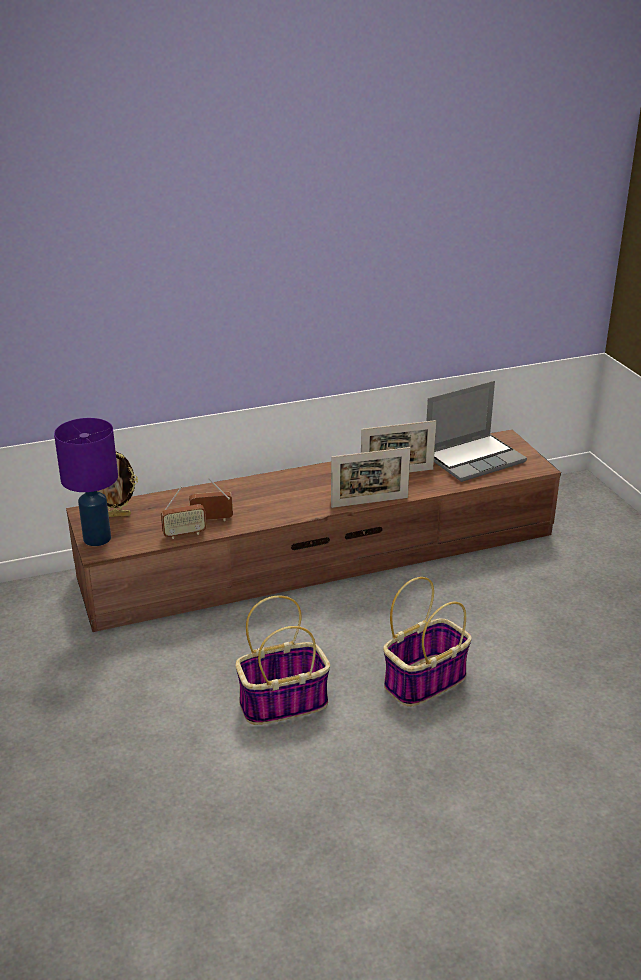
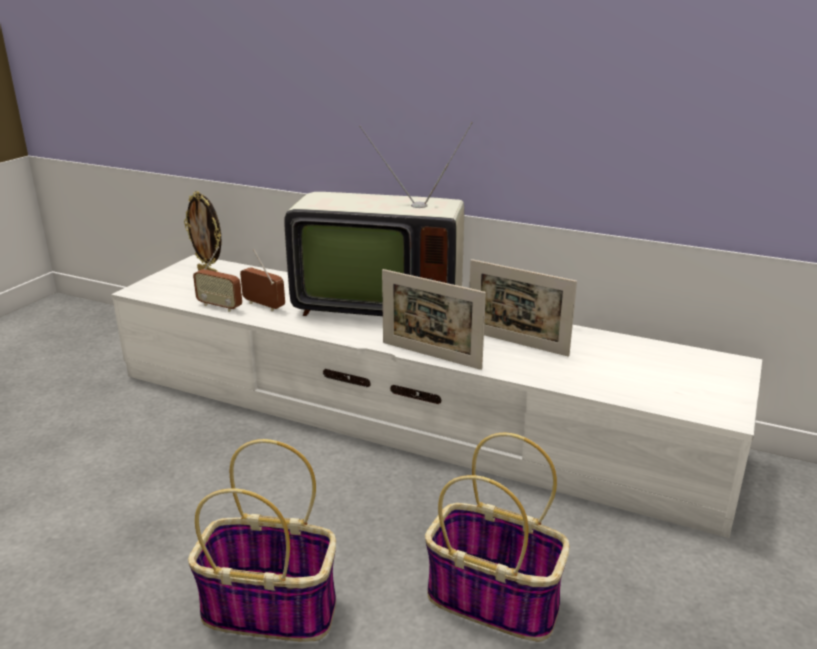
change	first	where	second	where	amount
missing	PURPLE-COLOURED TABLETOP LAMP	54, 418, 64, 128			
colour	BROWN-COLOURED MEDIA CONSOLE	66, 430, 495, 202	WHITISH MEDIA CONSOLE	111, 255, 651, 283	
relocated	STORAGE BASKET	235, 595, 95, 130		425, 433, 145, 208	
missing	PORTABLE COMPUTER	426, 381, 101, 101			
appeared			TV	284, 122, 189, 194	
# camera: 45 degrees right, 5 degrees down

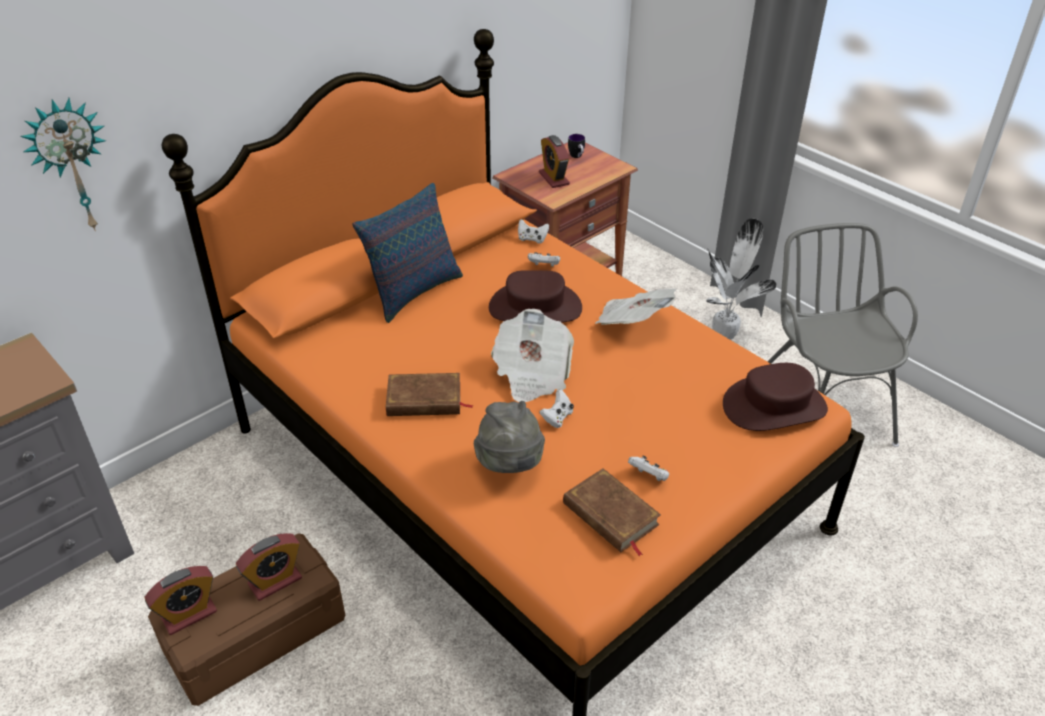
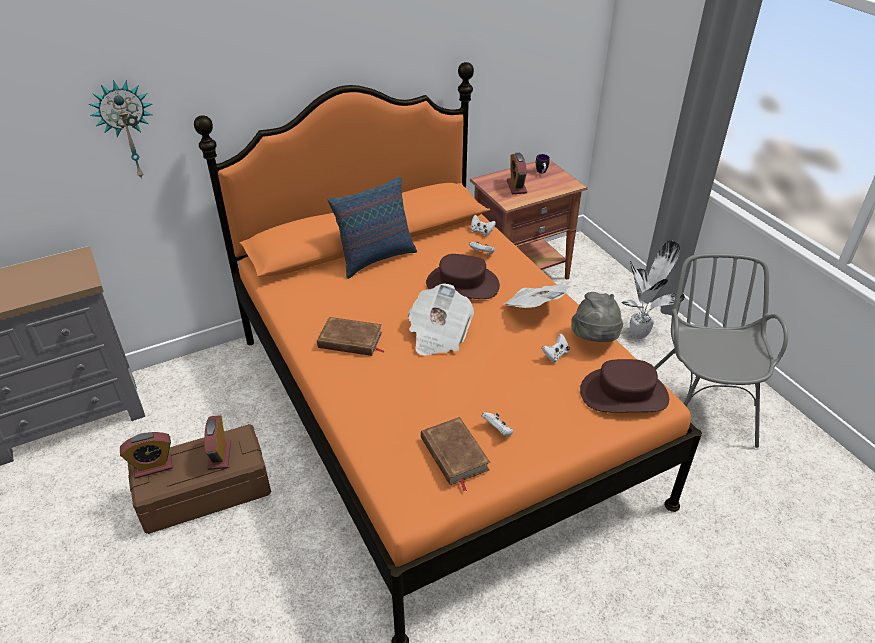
change	first	where	second	where	amount
spun	ALARM CLOCK	236, 533, 66, 68		204, 415, 27, 55	105 degrees clockwise
relocated	GREYISH WEARABLE HAT	474, 401, 71, 72		571, 292, 52, 50	
relocated	WHITISH GAME CONTROLLER	539, 389, 35, 39		542, 333, 28, 29	
# camera: 15 degrees right, 0 degrees up

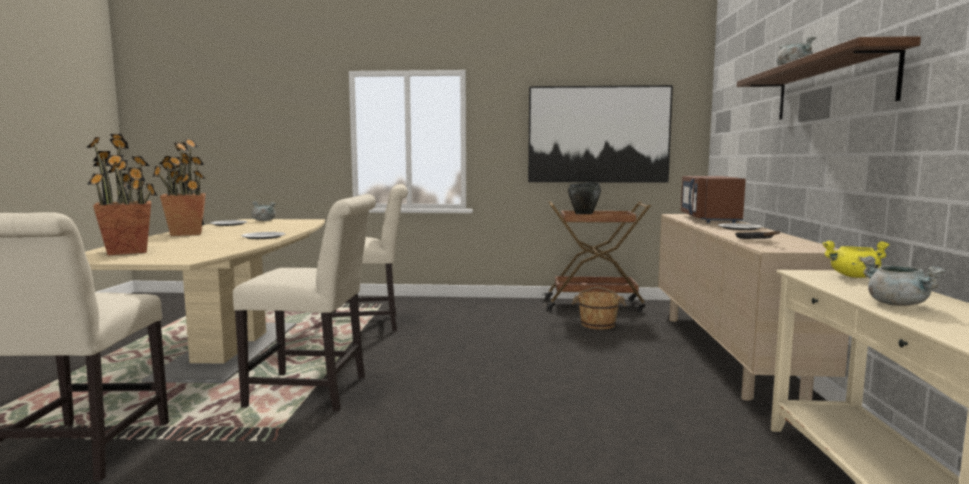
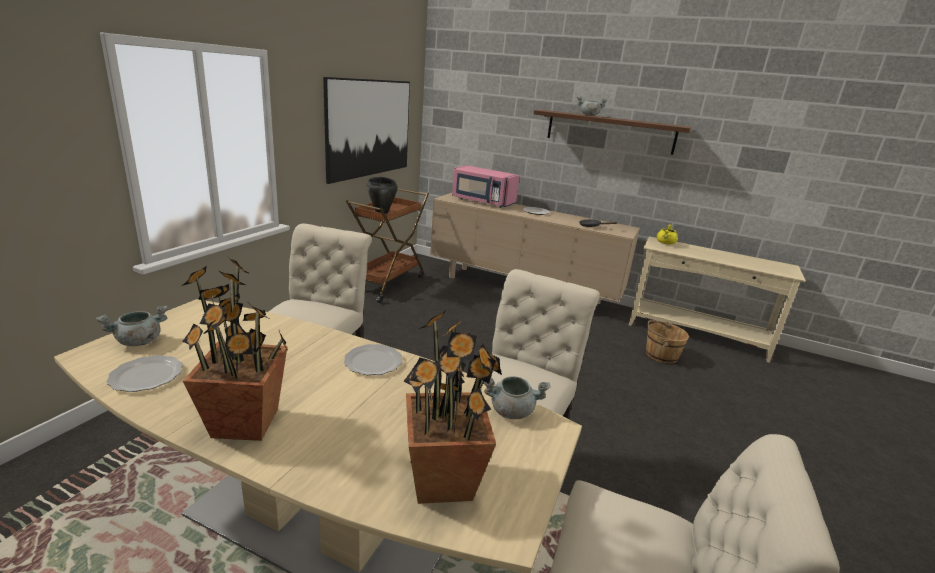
change	first	where	second	where	amount
relocated	BROWN-COLOURED WATER BUCKET	572, 286, 54, 43		646, 320, 43, 44	
colour	BROWN-COLOURED MICROWAVE	681, 176, 65, 47	PINK MICROWAVE	452, 165, 68, 43	
relocated	GREYISH SAUCEPOT	860, 256, 86, 50		484, 377, 66, 42	
# camera: 70 degrees left, 15 degrees up

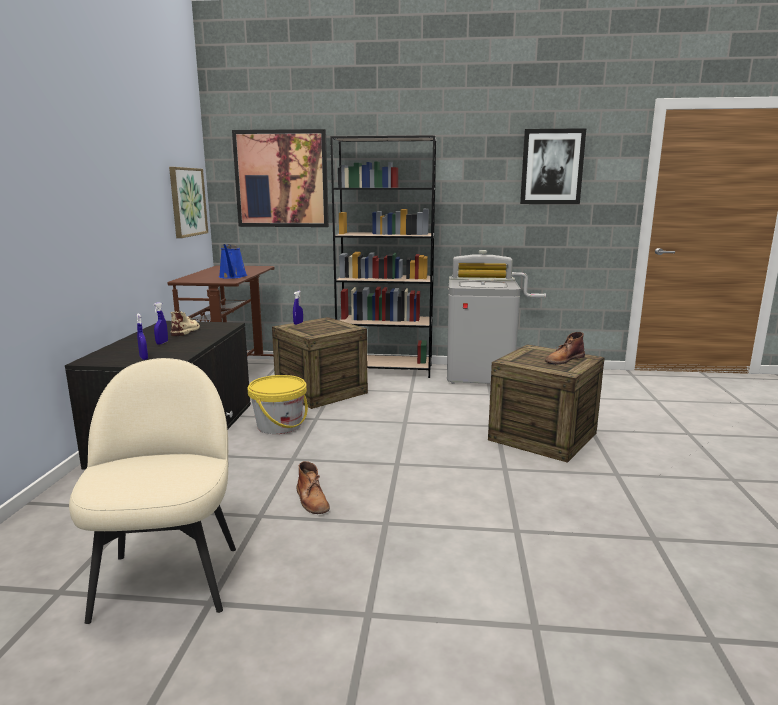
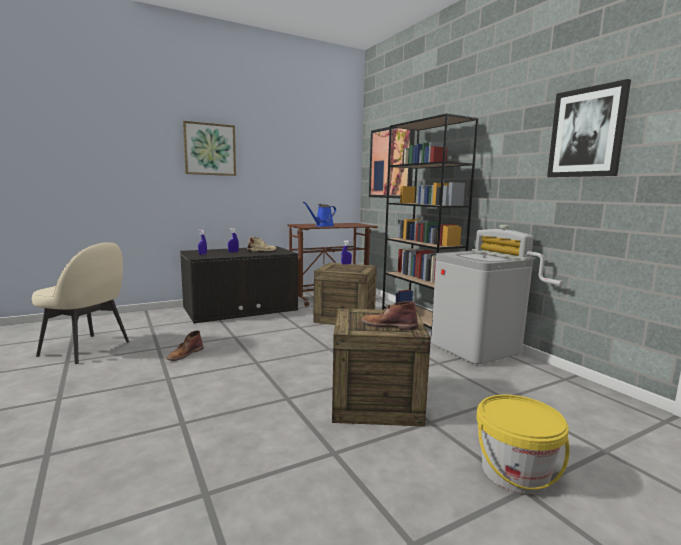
change	first	where	second	where	amount
spun	BEIGE-COLOURED UPRIGHT CHAIR	69, 358, 167, 266		32, 242, 97, 122	60 degrees clockwise
relocated	WALL ART	169, 167, 39, 71		183, 121, 53, 55	
relocated	YELLOW WATER BUCKET	248, 375, 60, 59		477, 395, 93, 99	
# camera: 55 degrees right, 5 degrees down

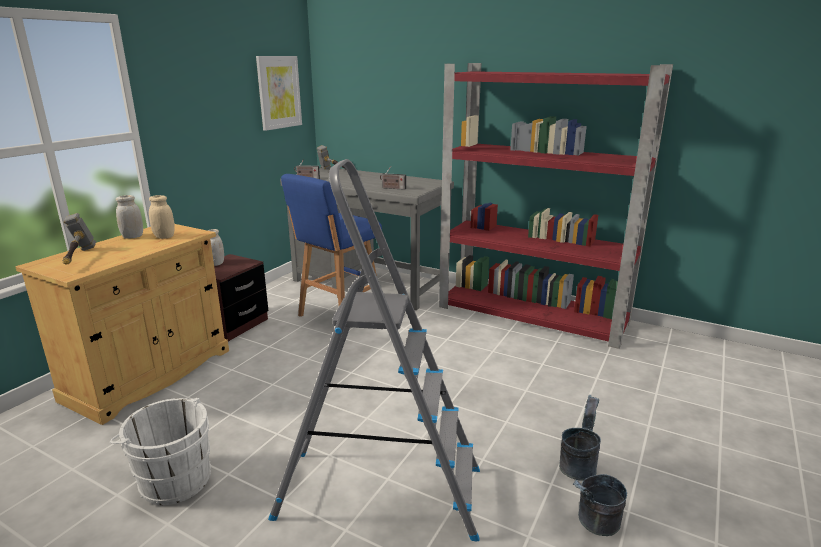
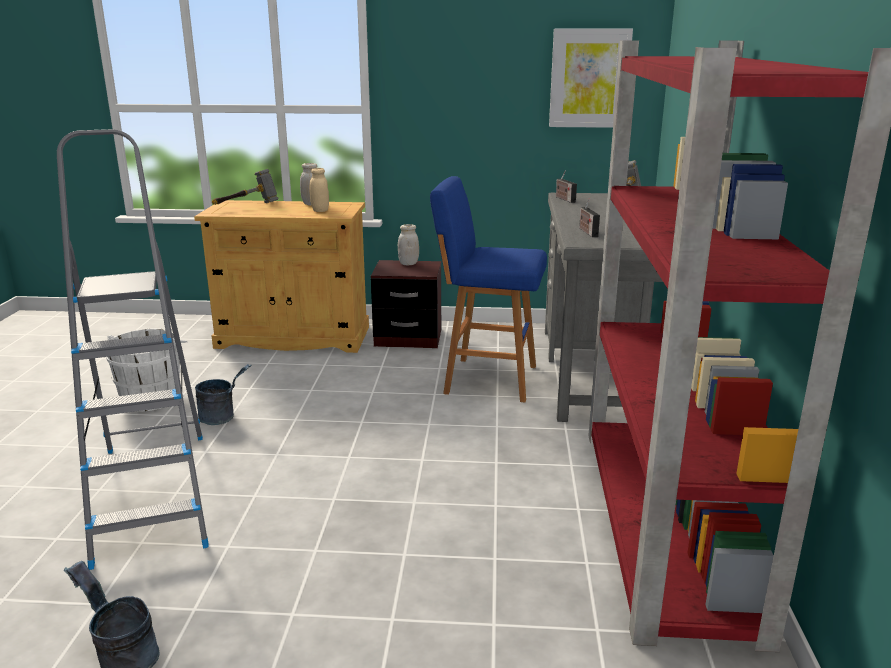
change	first	where	second	where	amount
relocated	GREYISH WATER BUCKET	559, 395, 42, 86		195, 364, 56, 61	
# camera: 65 degrees right, 0 degrees up

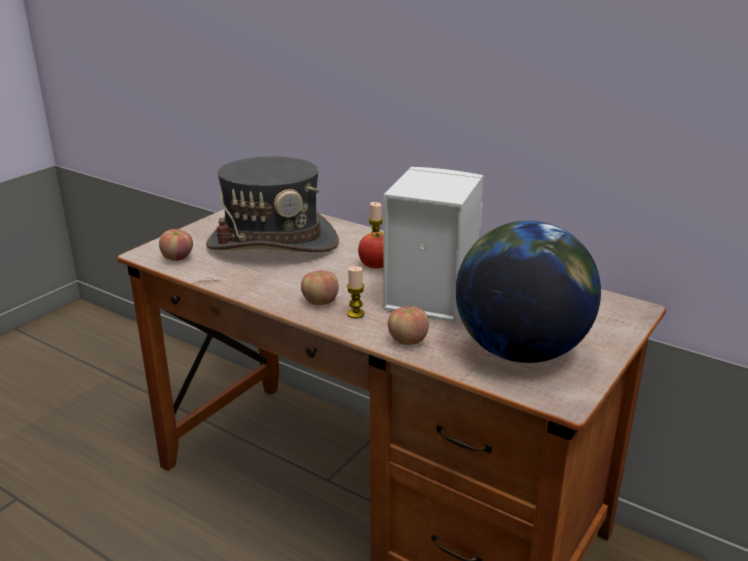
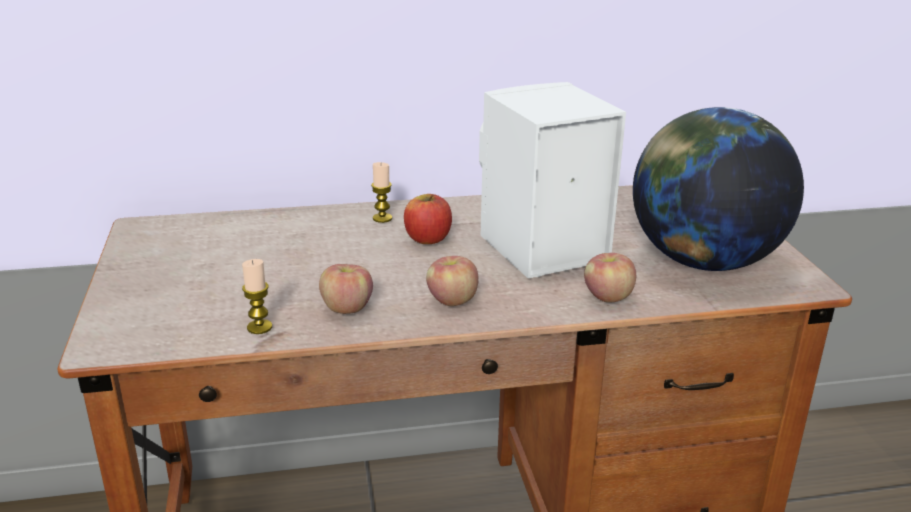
change	first	where	second	where	amount
relocated	WHOLE APPLE	159, 229, 34, 32		319, 264, 54, 50	
missing	GREYISH WEARABLE HAT	206, 156, 133, 96			
relocated	CANDLE	347, 266, 18, 52		242, 259, 30, 75	
# camera: 45 degrees left, 0 degrees up

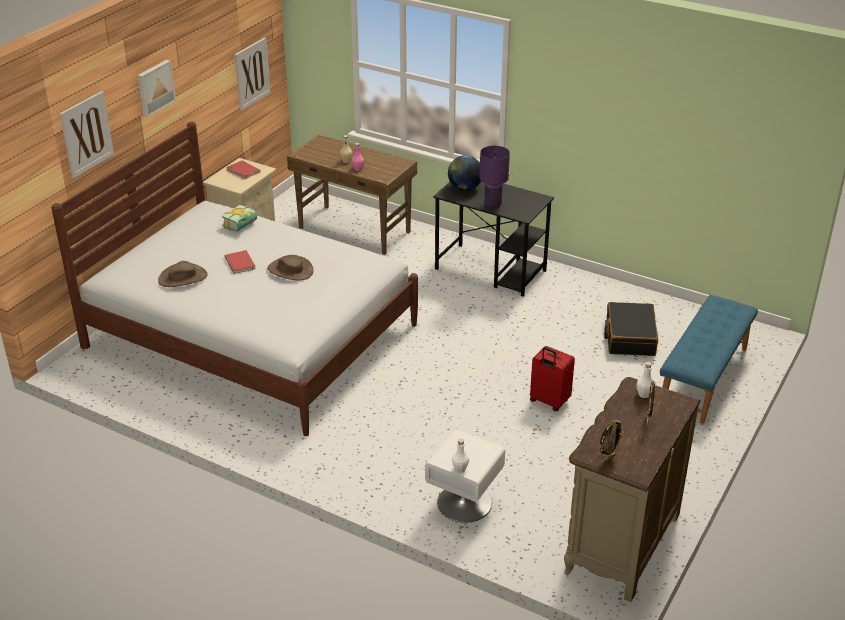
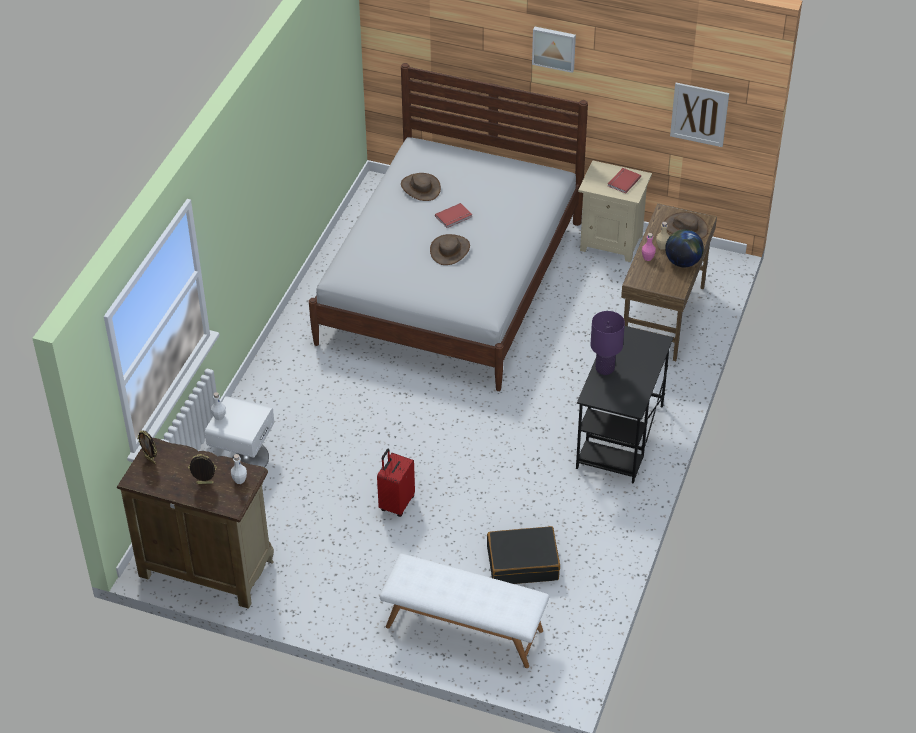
change	first	where	second	where	amount
missing	WALL ART	60, 91, 54, 87			
missing	VOLUME	222, 205, 35, 27			
relocated	DESK GLOBE	448, 155, 33, 36		665, 229, 39, 38	
colour	BLUE-COLOURED BENCH	660, 295, 98, 129	WHITISH BENCH	380, 554, 169, 114	
appeared			BROWN-COLOURED WEARABLE HAT	663, 212, 45, 27	
# camera: 80 degrees right, 10 degrees up

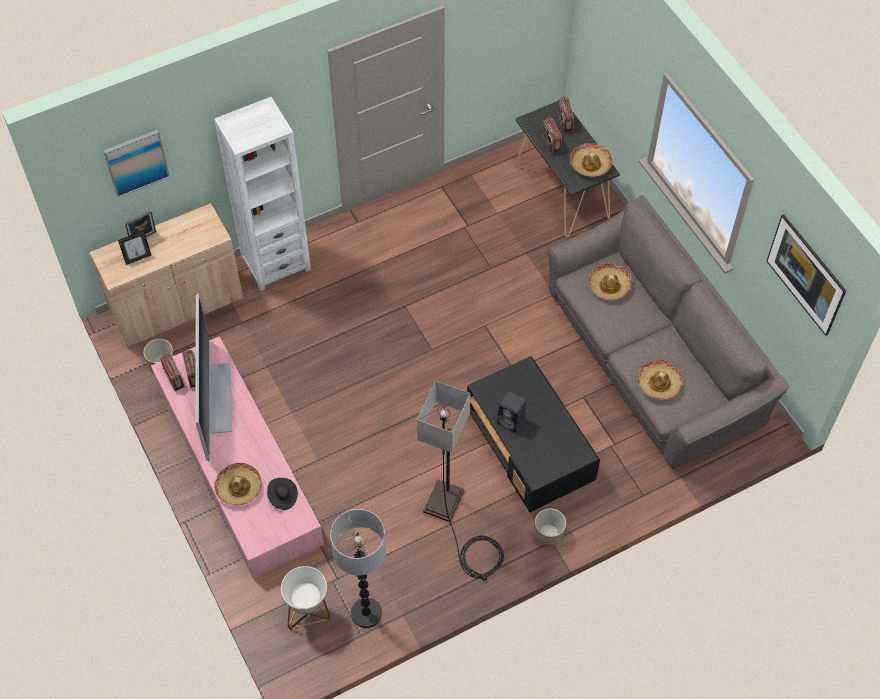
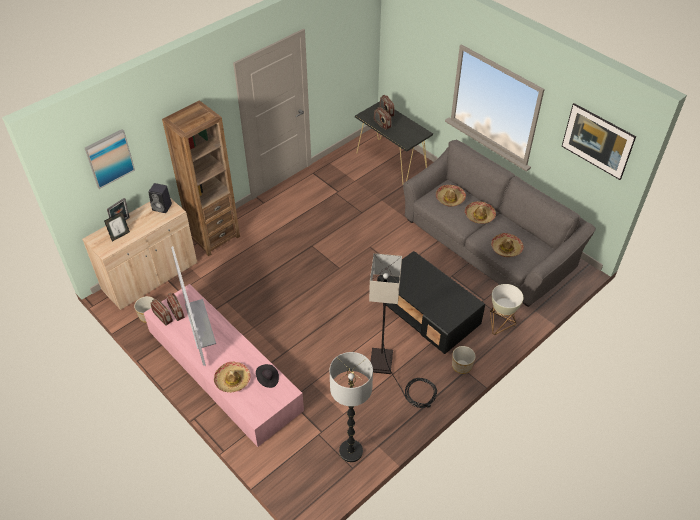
change	first	where	second	where	amount
colour	WHITISH BOOKSHELF	214, 97, 97, 194	BROWN-COLOURED BOOKSHELF	162, 100, 78, 156	
relocated	PLANTER	281, 566, 49, 63		490, 284, 34, 51	
relocated	BLACK-COLOURED SPEAKER	497, 391, 29, 41		148, 183, 24, 30	
relocated	WEARABLE HAT	570, 143, 42, 34		465, 201, 31, 23	
# camera: 15 degrees left, 10 degrees down

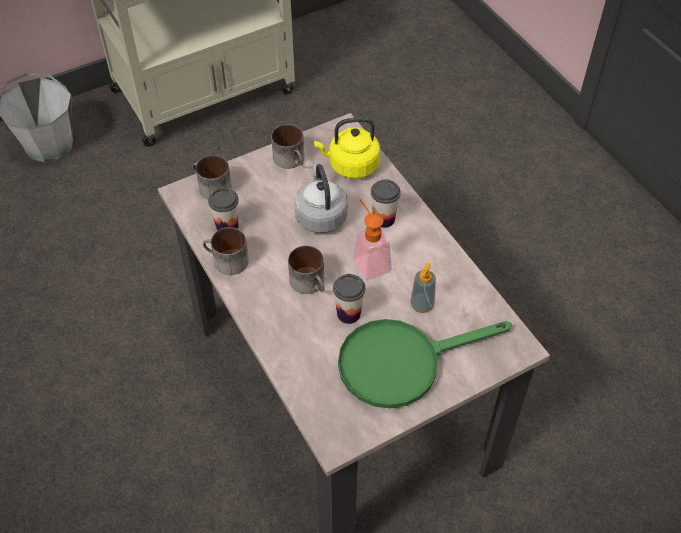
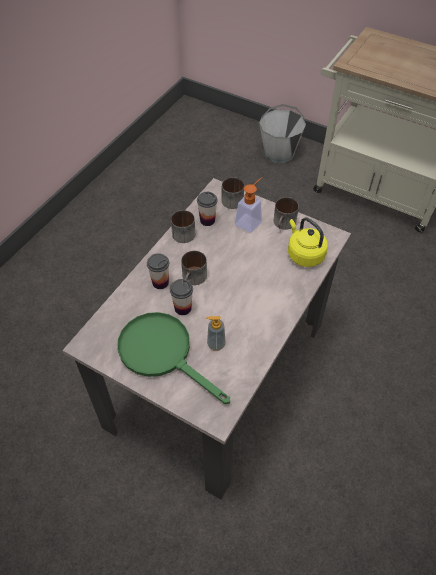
change	first	where	second	where	amount
missing	GREYISH TEA KETTLE	294, 163, 54, 70			
relocated	LIQUID SOAP BOTTLE	352, 199, 40, 81		235, 177, 27, 56	
relocated	SMALL CUP	371, 179, 30, 49		147, 253, 22, 36	
# camera: 60 degrees right, 0 degrees up

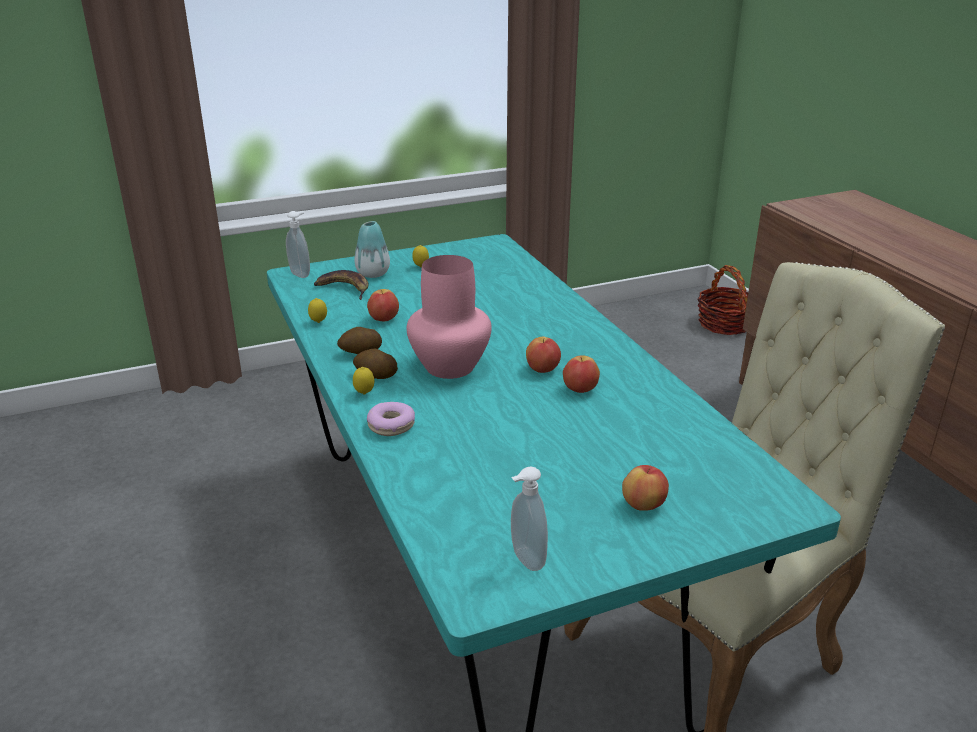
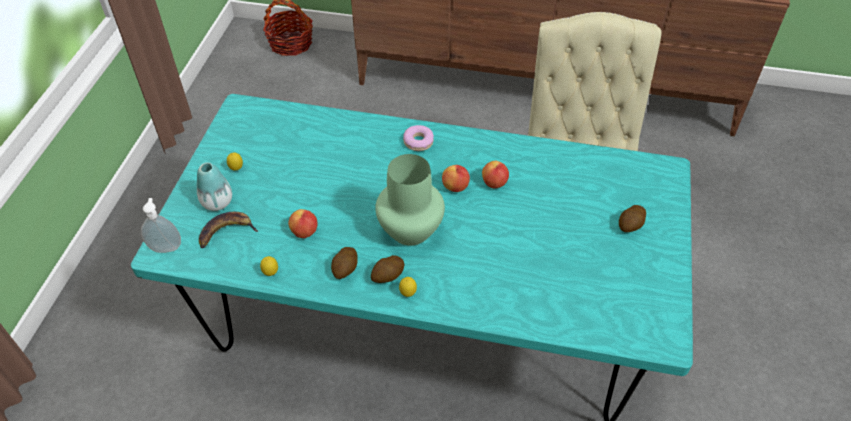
change	first	where	second	where	amount
relocated	DOUGHNUT	367, 402, 48, 34		403, 125, 31, 26	
colour	PINK VASE	407, 255, 85, 124	GREEN-COLOURED VASE	375, 154, 70, 92	
missing	LIQUID SOAP BOTTLE	511, 467, 37, 104			
exchanged	WHOLE APPLE	622, 465, 47, 46	POTATO	619, 205, 27, 27	
# camera: 55 degrees left, 20 degrees up

